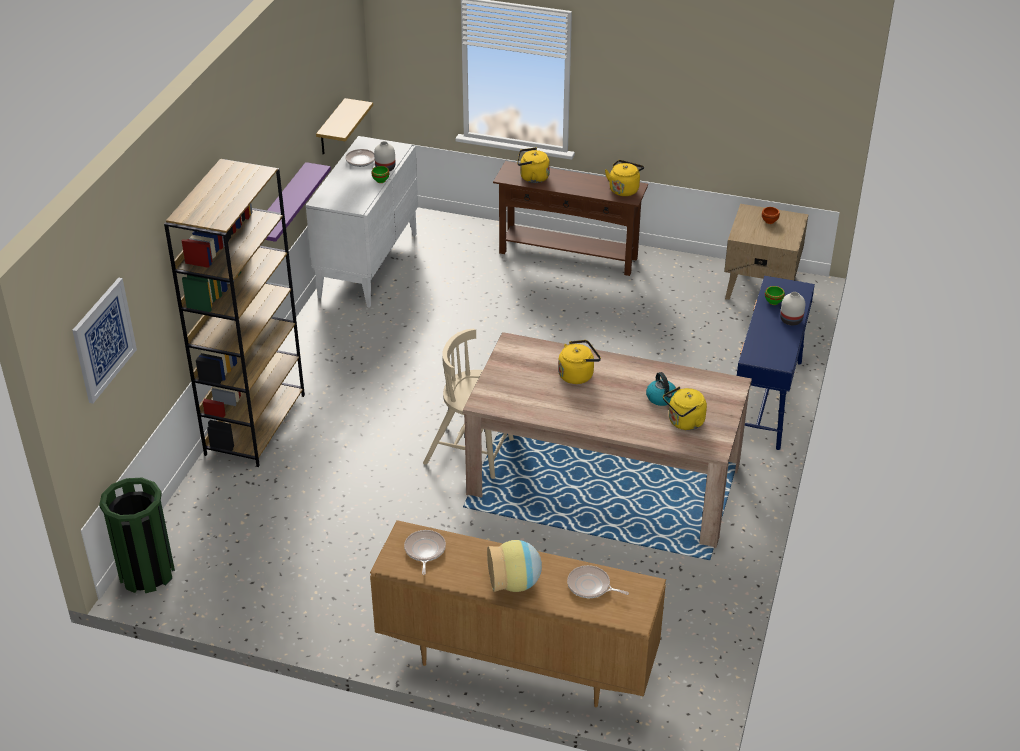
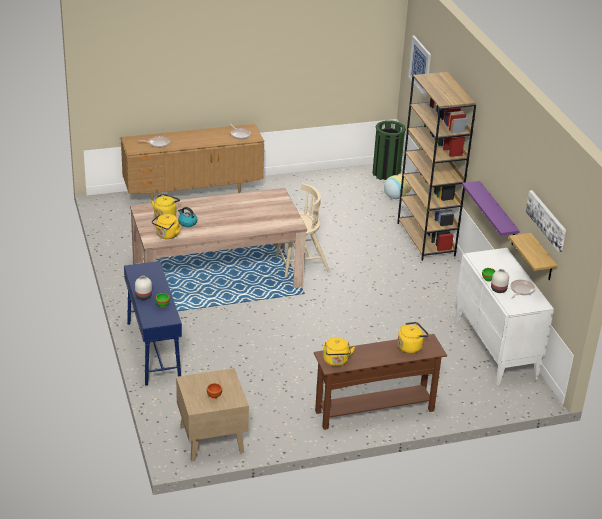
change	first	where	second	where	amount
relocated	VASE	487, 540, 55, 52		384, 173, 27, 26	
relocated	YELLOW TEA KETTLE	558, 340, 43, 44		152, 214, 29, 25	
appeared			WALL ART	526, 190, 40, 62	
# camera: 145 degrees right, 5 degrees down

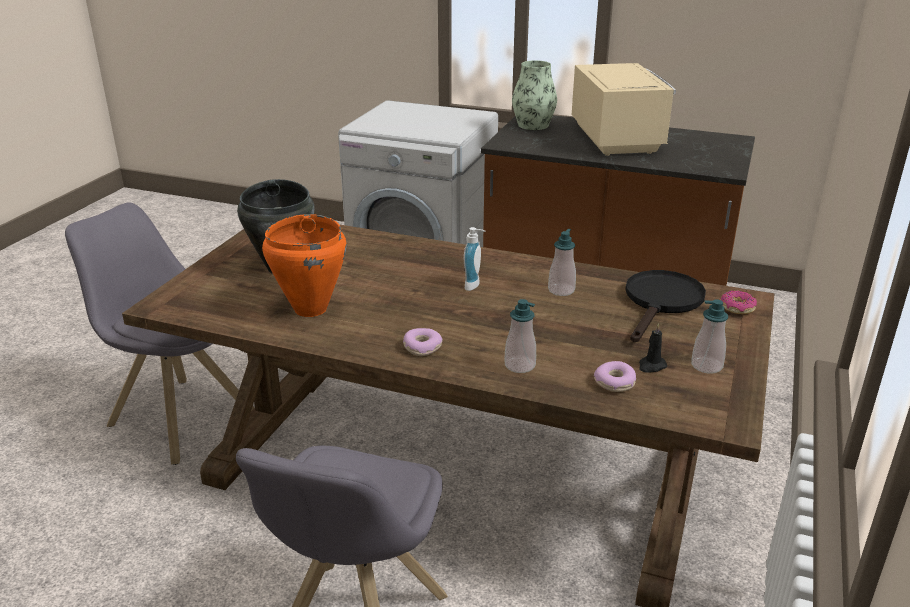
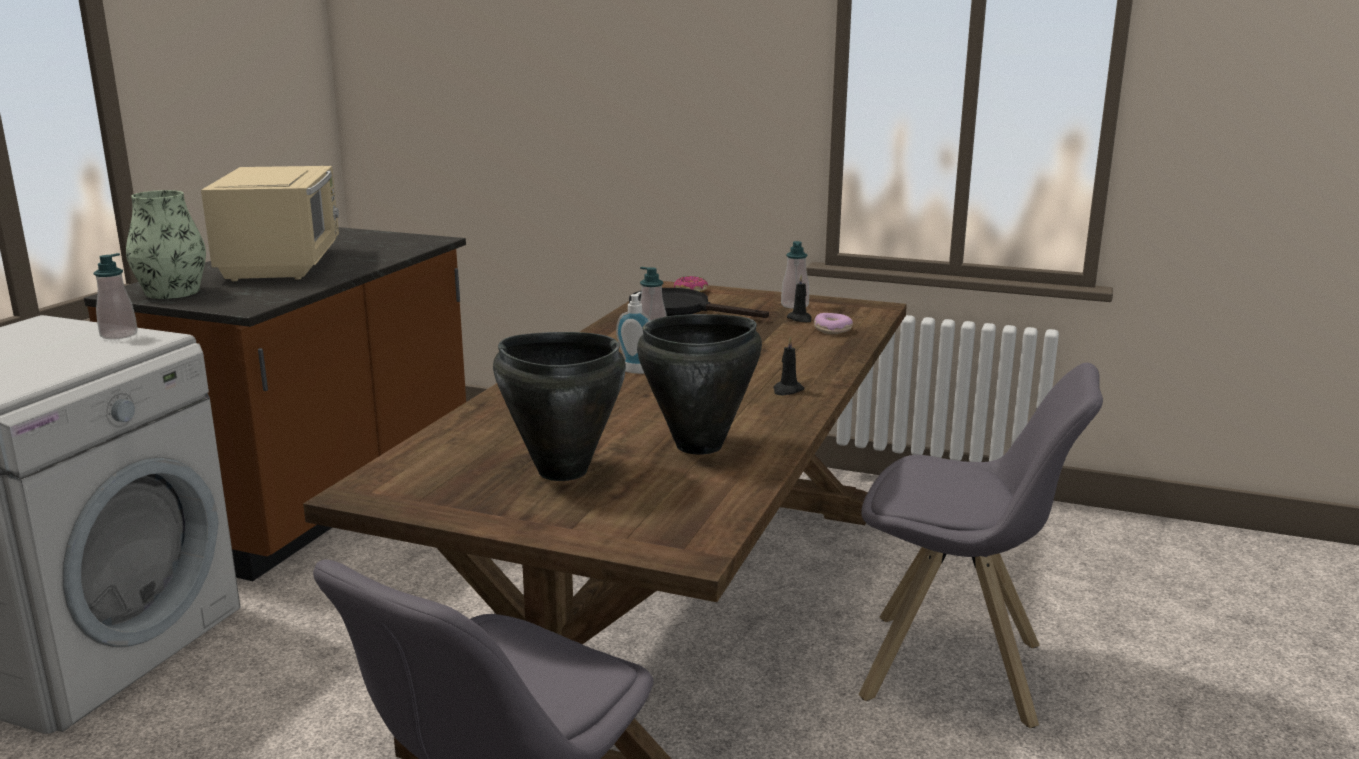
change	first	where	second	where	amount
colour	ORANGE-COLOURED SAUCEPOT	262, 214, 85, 103	BLACK-COLOURED SAUCEPOT	637, 314, 125, 141	
exchanged	DOUGHNUT	403, 328, 40, 28	BLACK-COLOURED CANDLE	773, 337, 31, 58	
relocated	LIQUID SOAP BOTTLE	504, 299, 32, 74		94, 253, 43, 86	
spun	BEIGE-COLOURED MICROWAVE	572, 63, 104, 93		201, 166, 138, 115	90 degrees clockwise
# camera: 90 degrees left, 10 degrees down

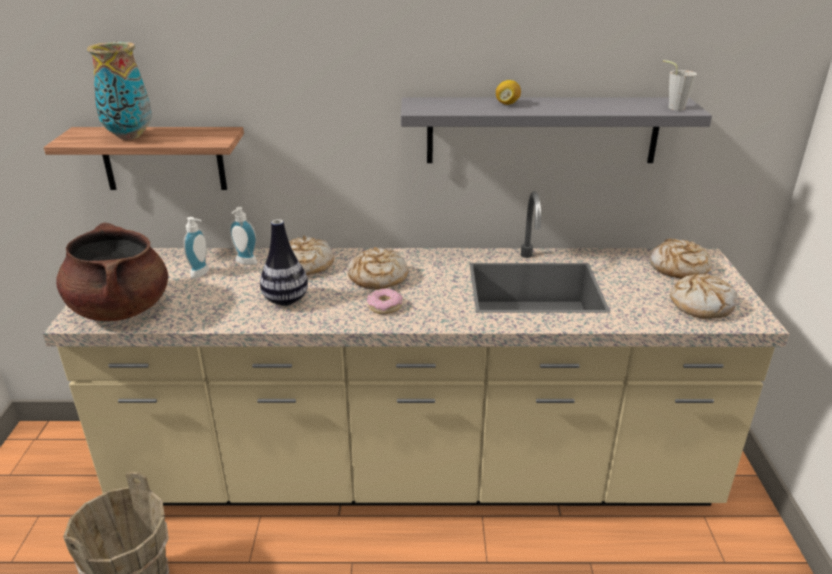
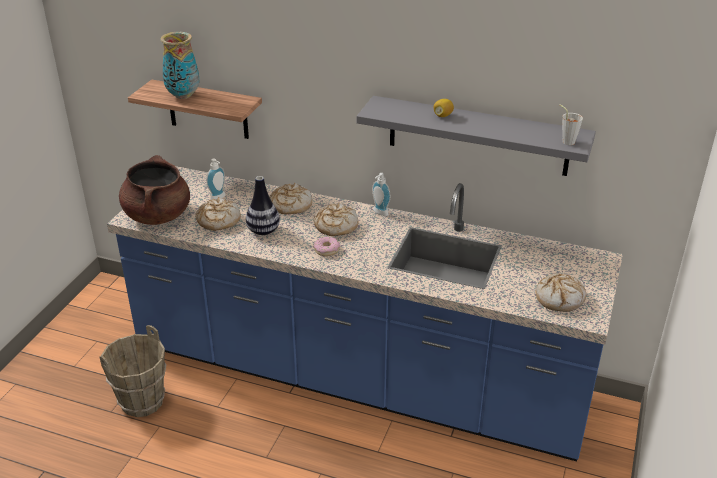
change	first	where	second	where	amount
colour	BEIGE-COLOURED COUNTER	43, 191, 746, 315	BLUE-COLOURED COUNTER	107, 166, 516, 296	
relocated	LIQUID SOAP BOTTLE	229, 207, 28, 58		372, 173, 19, 43	
relocated	BAKED BREAD	650, 239, 62, 40		195, 197, 46, 34	
# camera: 20 degrees right, 5 degrees up

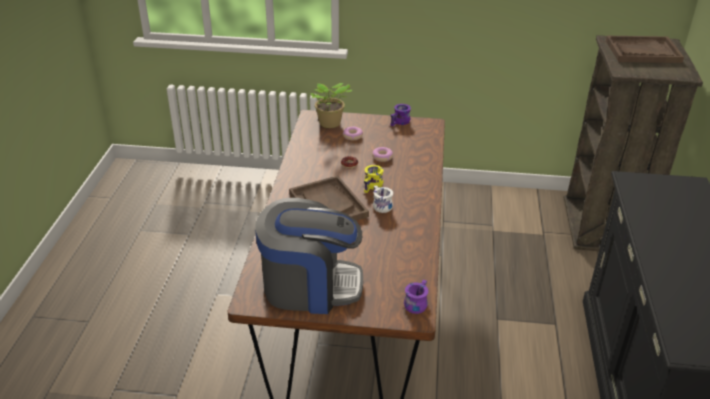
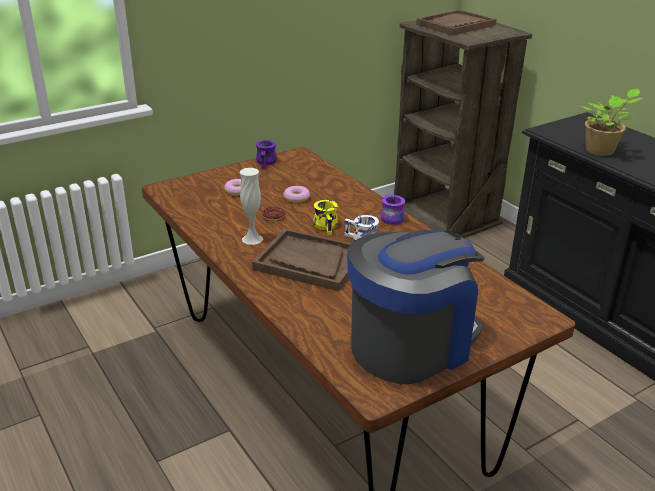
change	first	where	second	where	amount
relocated	PLANT IN A POT	310, 83, 43, 45		581, 88, 62, 68	
relocated	PURPLE-COLOURED TEA MUG	404, 280, 24, 34		381, 194, 24, 31	
appeared			WHITISH VASE	240, 168, 23, 77	
# camera: 40 degrees left, 5 degrees down

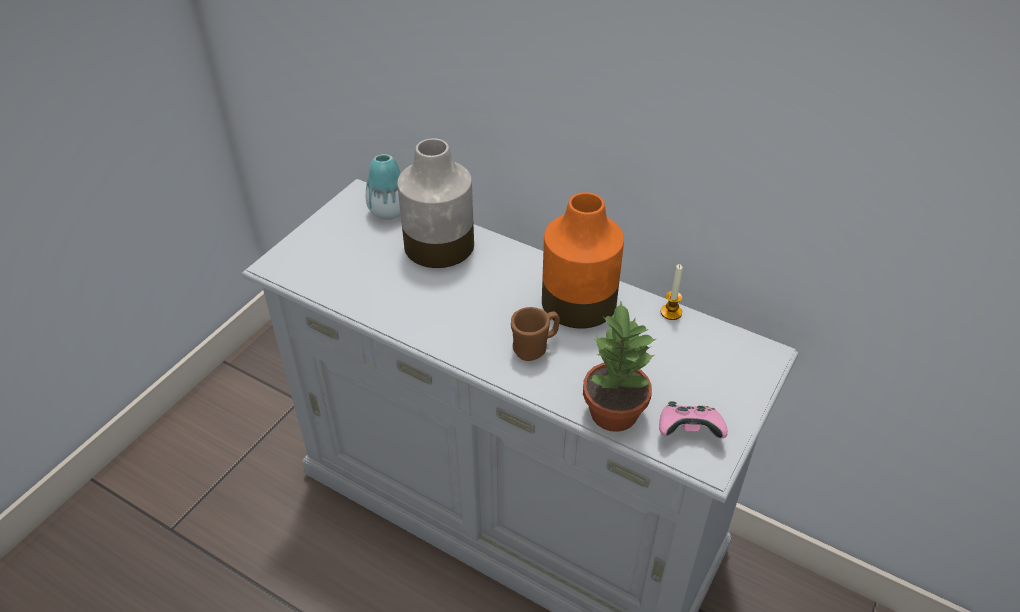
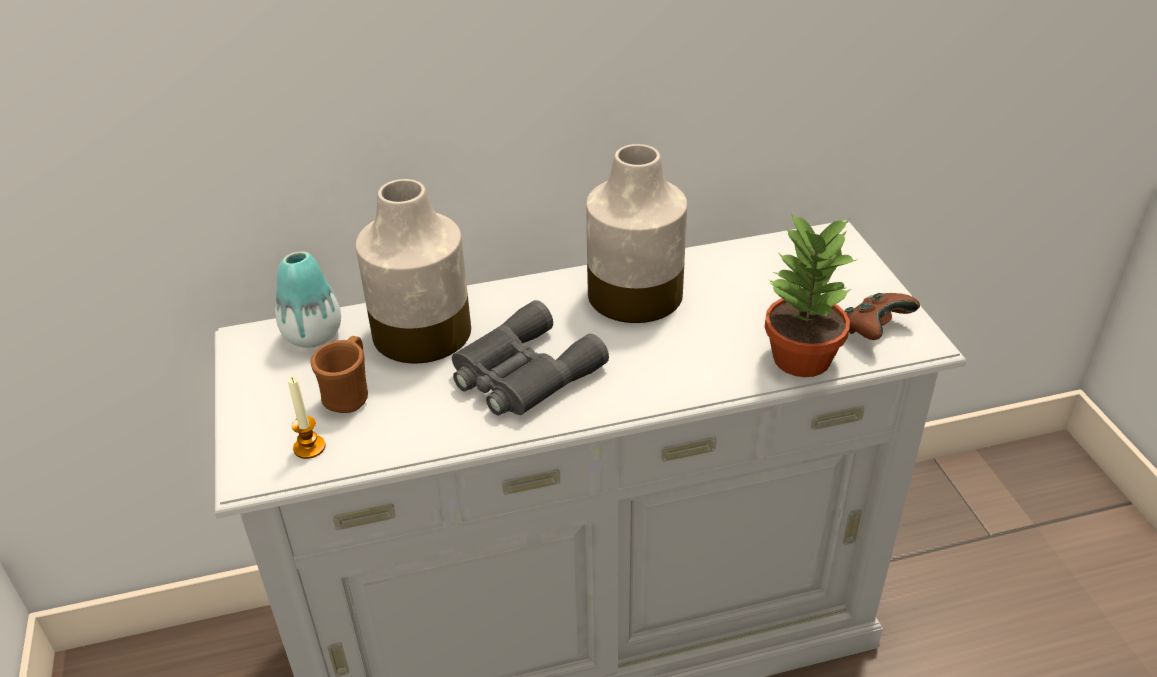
change	first	where	second	where	amount
relocated	BROWN-COLOURED TEA MUG	511, 307, 49, 54		310, 336, 58, 77	
colour	ORANGE-COLOURED VASE	542, 192, 82, 136	BEIGE-COLOURED VASE	586, 144, 101, 179	
colour	PINK GAME CONTROLLER	659, 401, 69, 37	BROWN-COLOURED GAME CONTROLLER	844, 293, 76, 47	
relocated	CANDLE	660, 264, 23, 56		288, 377, 38, 82	
appeared			GREYISH BINOCULARS	452, 300, 157, 116	
# camera: 45 degrees left, 5 degrees down

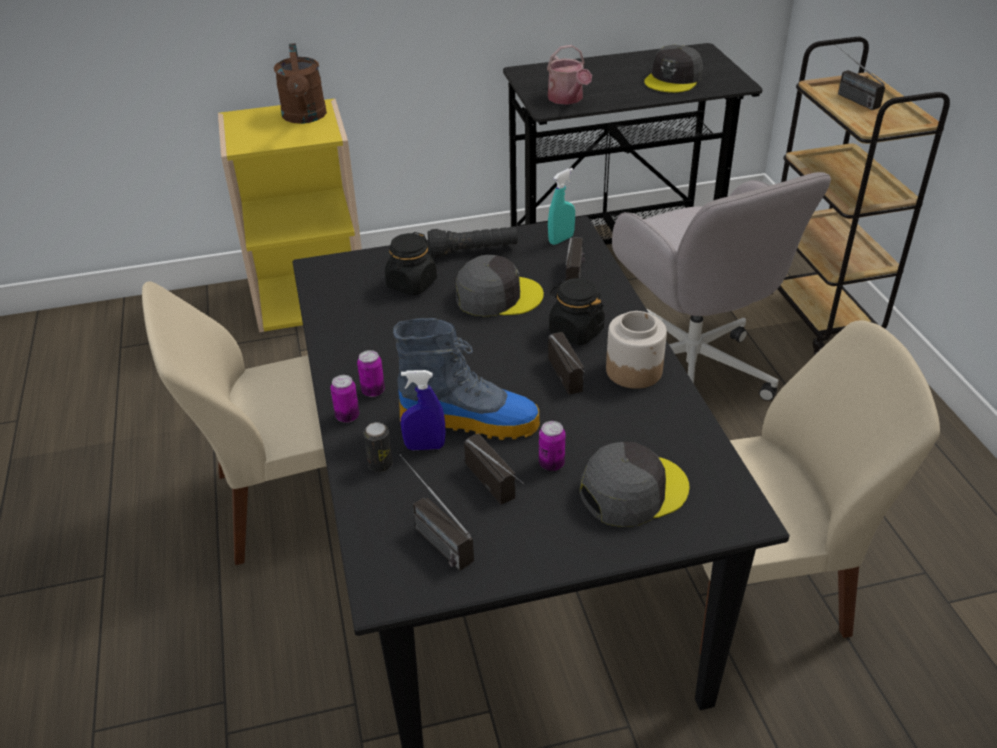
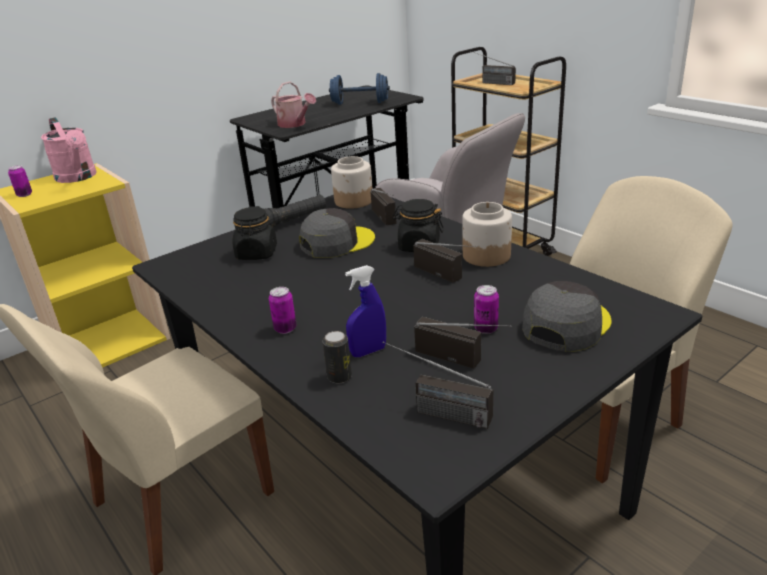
change	first	where	second	where	amount
colour	BROWN-COLOURED WATERING CAN	274, 43, 53, 81	PINK WATERING CAN	41, 117, 55, 66	
relocated	SEALED CAN	330, 375, 29, 48		8, 165, 24, 32	
missing	TALL BOOT	393, 318, 147, 122			
exchanged	TURQUOISE HAND SPRAYER	548, 168, 27, 77	PRESERVE JAR	331, 156, 42, 53	
exchanged	GREYISH BASEBALL CAP	644, 45, 59, 48	BLUE-COLOURED HAND WEIGHT	329, 73, 61, 32	
# camera: 25 degrees left, 10 degrees down

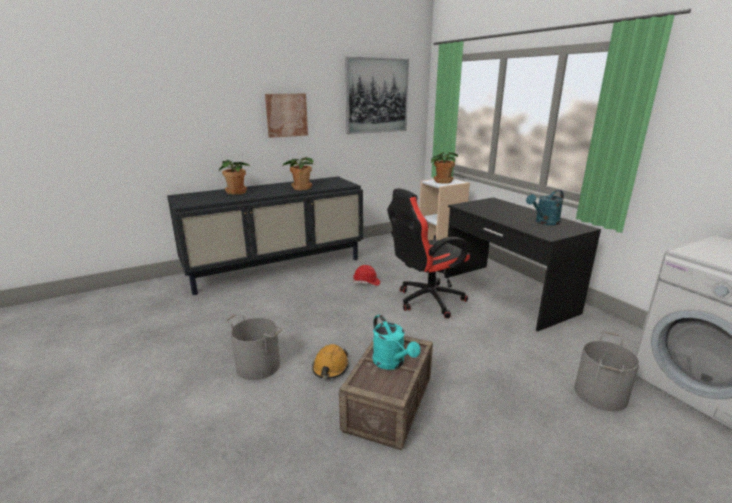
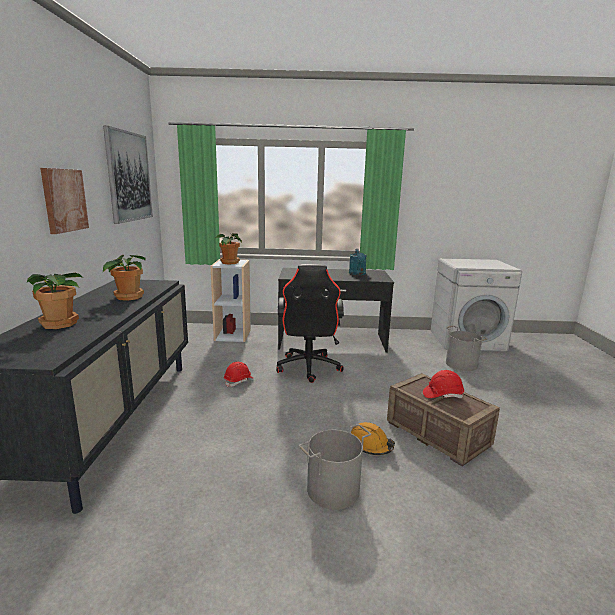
change	first	where	second	where	amount
exchanged	TURQUOISE WATERING CAN	373, 315, 48, 55	REDDISH HARD HAT	423, 370, 41, 28	
# camera: 60 degrees left, 5 degrees down

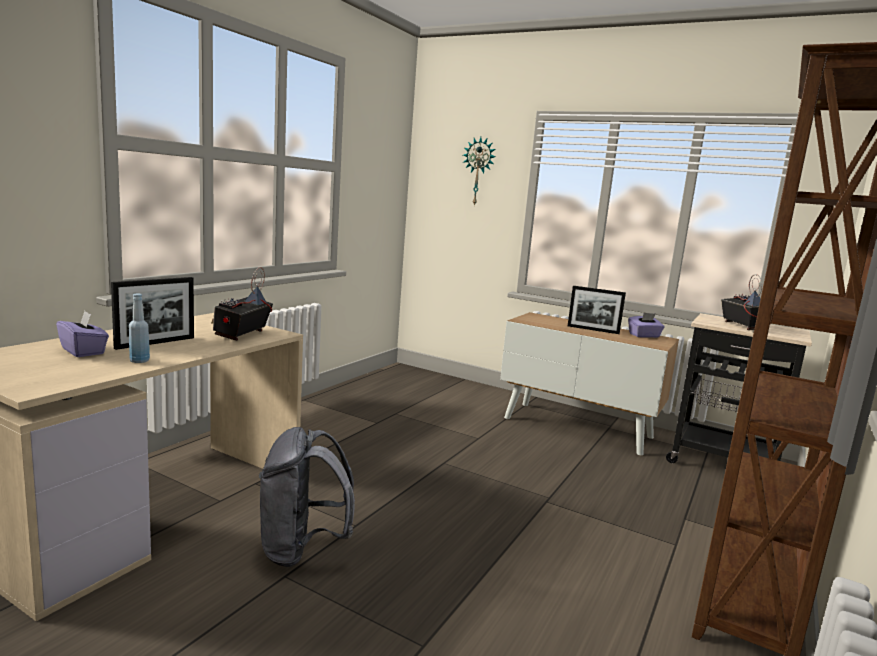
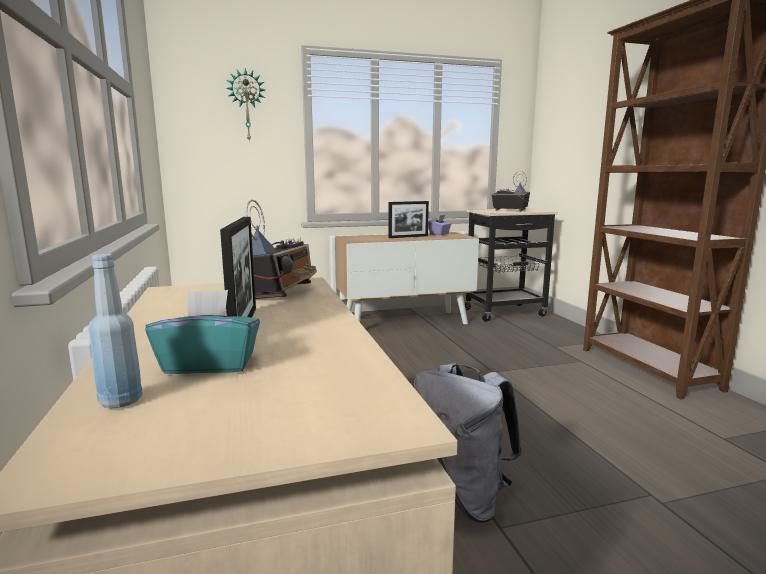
change	first	where	second	where	amount
colour	PURPLE-COLOURED TISSUE HOLDER	56, 311, 53, 46	TURQUOISE TISSUE HOLDER	145, 290, 115, 84	
relocated	BLUE-COLOURED DRINK BOTTLE	129, 294, 21, 69		89, 254, 54, 154	
spun	RADIO RECEIVER	211, 267, 62, 74		246, 200, 71, 99	135 degrees counterclockwise
# camera: 45 degrees left, 0 degrees up

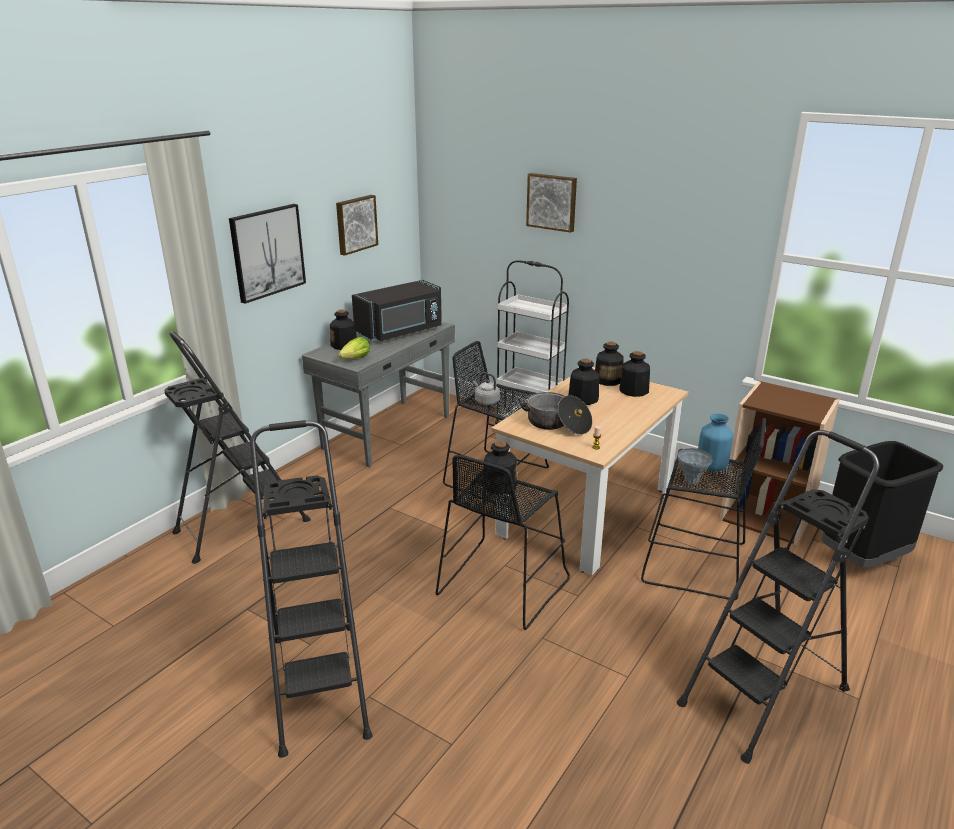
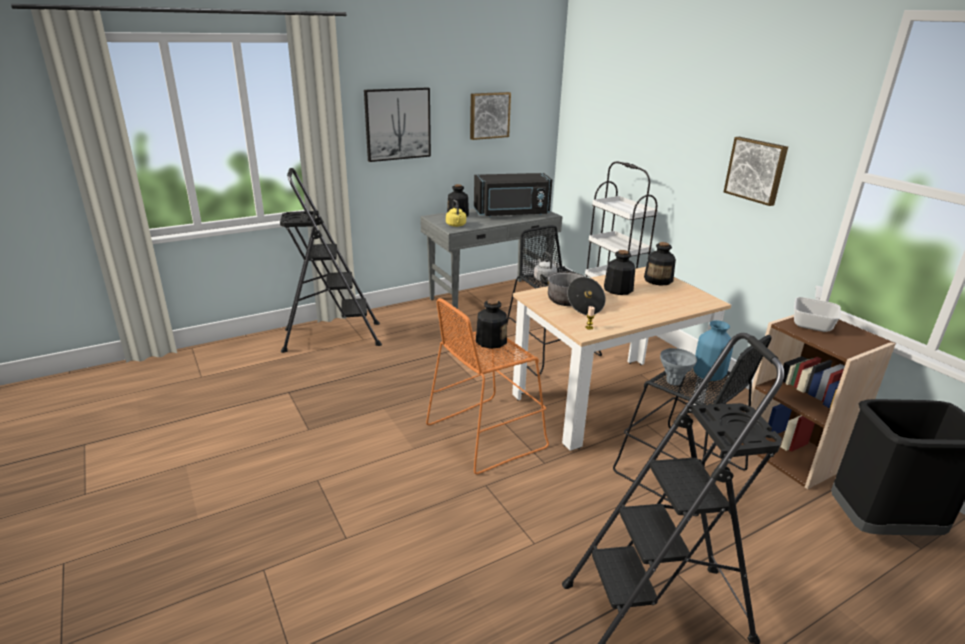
change	first	where	second	where	amount
missing	STEP STOOL	250, 420, 123, 338			
exchanged	LETTUCE HEAD	338, 337, 32, 22	YELLOW TEA KETTLE	446, 200, 20, 27	
colour	BLACK-COLOURED STOOL SEAT	436, 455, 134, 175	ORANGE-COLOURED STOOL SEAT	426, 298, 123, 176	
relocated	WALL ART	526, 173, 51, 60		724, 137, 64, 69	
missing	DRINK BOTTLE	619, 351, 31, 46			
appeared			FRYING PAN	794, 286, 47, 46	
# camera: 25 degrees right, 0 degrees up

